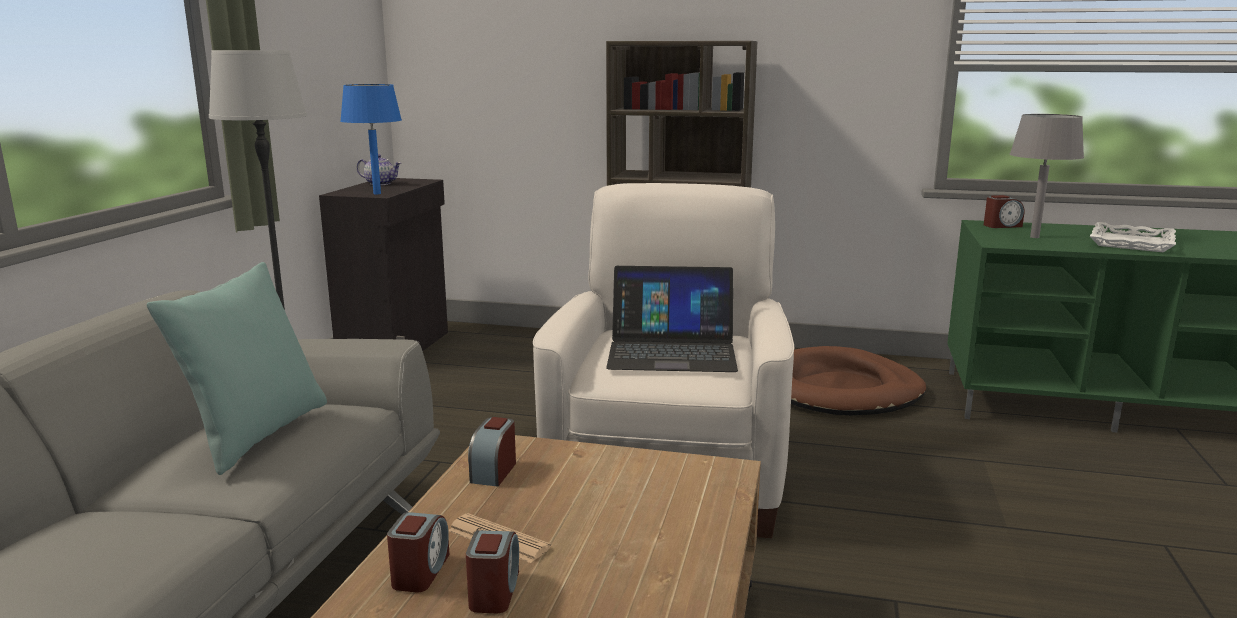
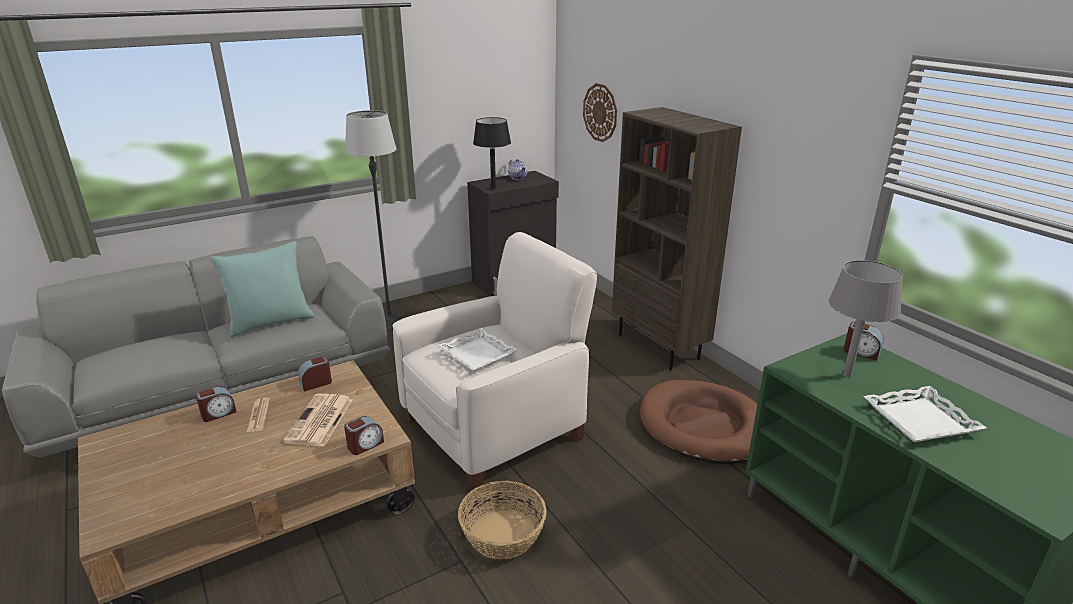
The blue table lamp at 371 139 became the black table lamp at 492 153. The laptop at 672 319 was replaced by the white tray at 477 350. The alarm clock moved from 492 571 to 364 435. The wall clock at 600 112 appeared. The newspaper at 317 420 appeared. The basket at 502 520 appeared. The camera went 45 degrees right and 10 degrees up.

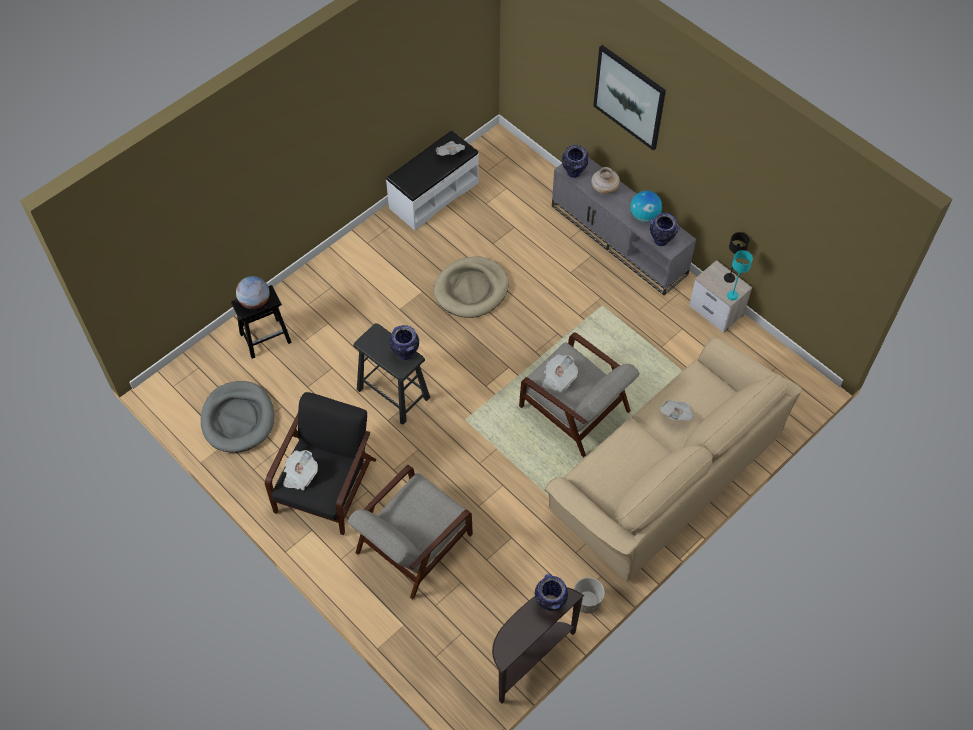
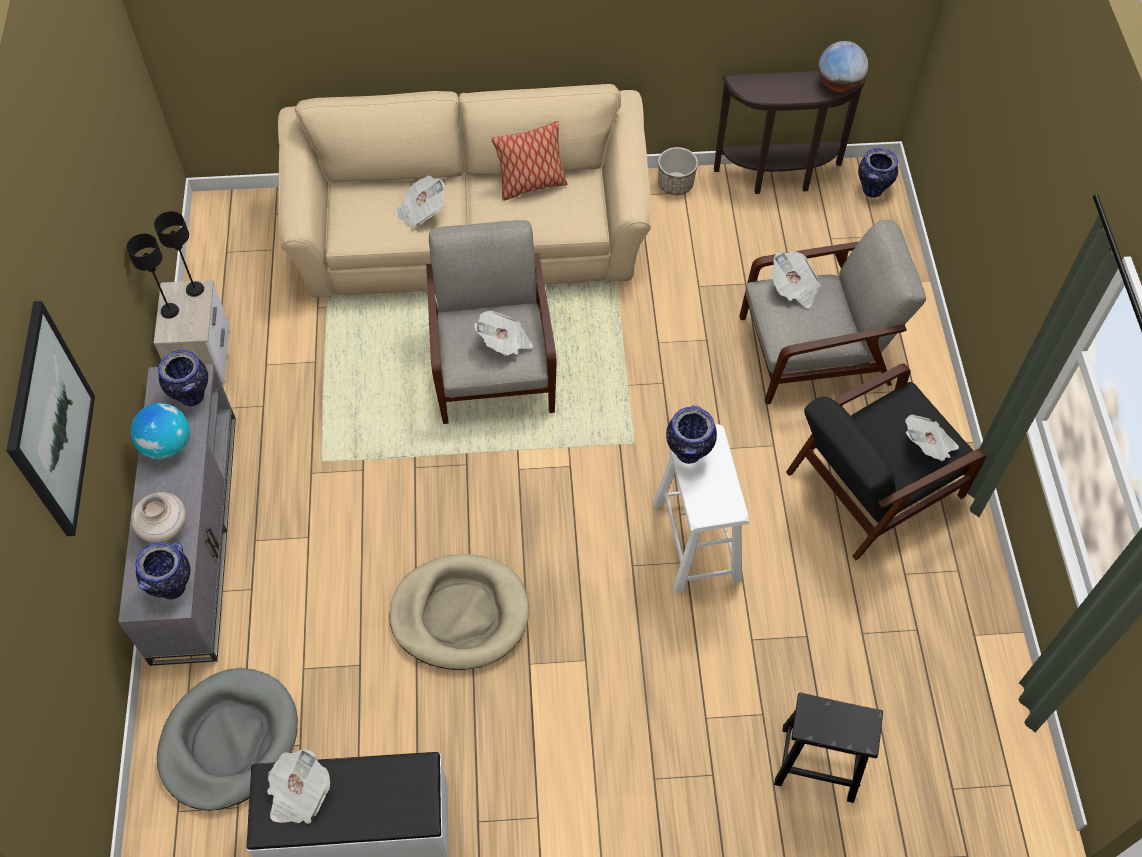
The turquoise table lamp at 740 275 became the black table lamp at 179 254. The globe moved from 253 292 to 843 66. The black stool at 391 374 became the white stool at 701 508. The grey dog bed moved from 238 417 to 227 739. The vase moved from 551 592 to 878 173. The pillow at 529 161 appeared. The newspaper at 795 279 appeared. The camera went 140 degrees left and 0 degrees up.

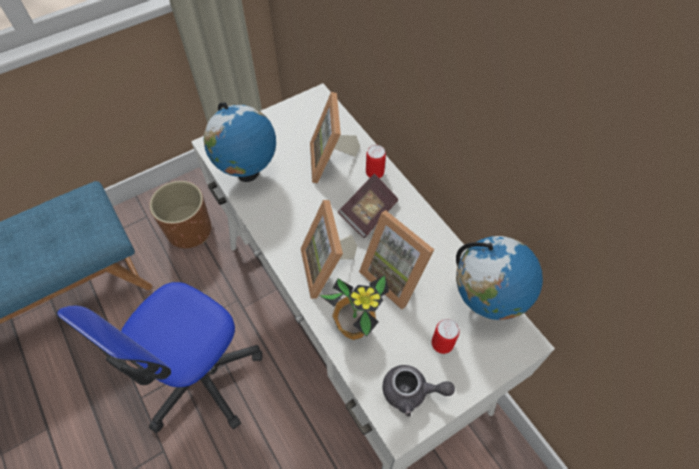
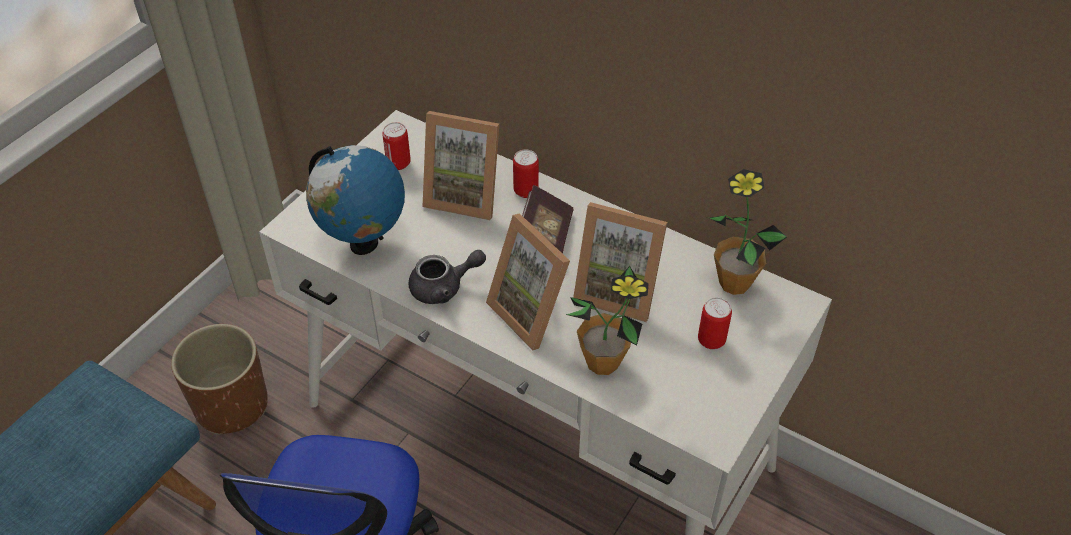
The picture frame at 335 137 turned 45 degrees counterclockwise. The globe at 499 278 was replaced by the potted plant at 748 232. The grey teapot moved from 418 391 to 447 277. The can at 396 146 appeared. The camera went 25 degrees left and 10 degrees down.

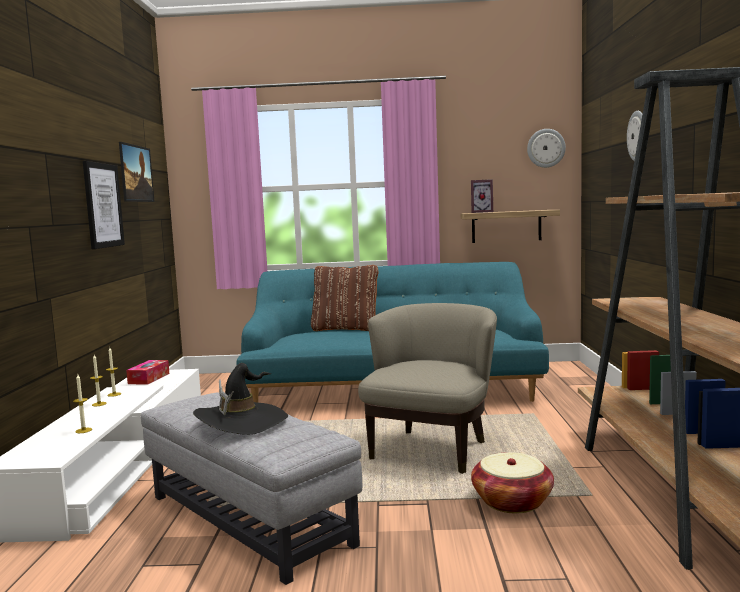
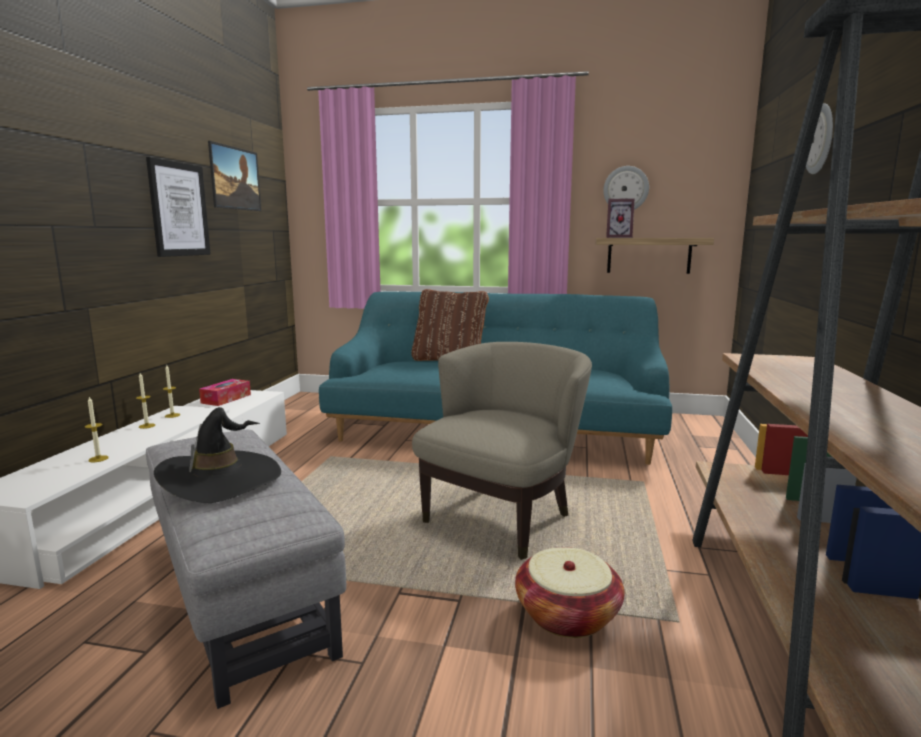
The wall clock moved from 546 148 to 626 188. The camera went 10 degrees right and 5 degrees up.

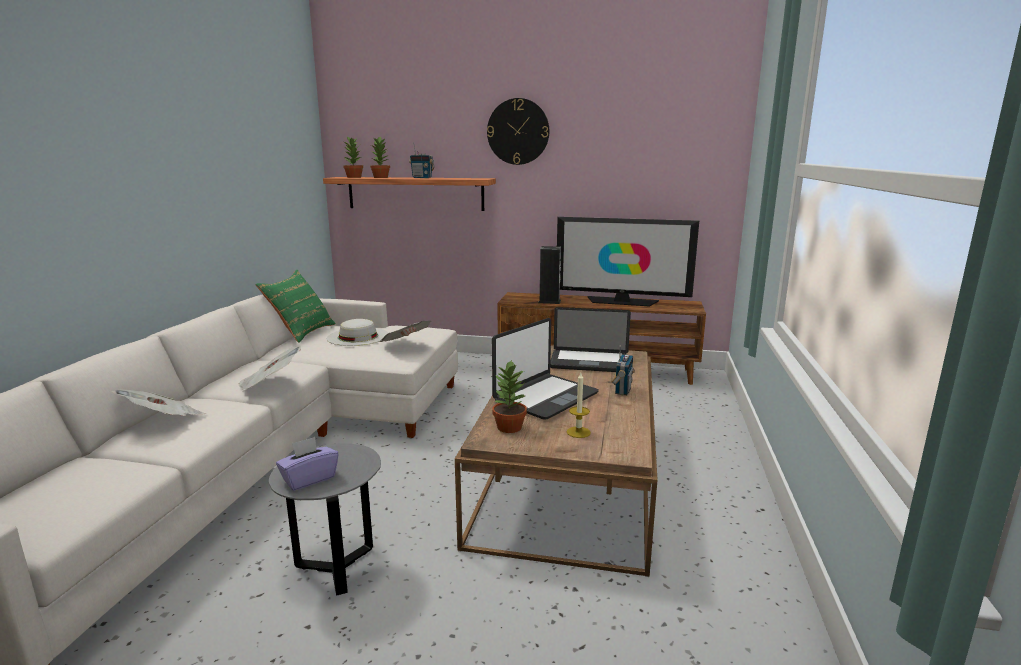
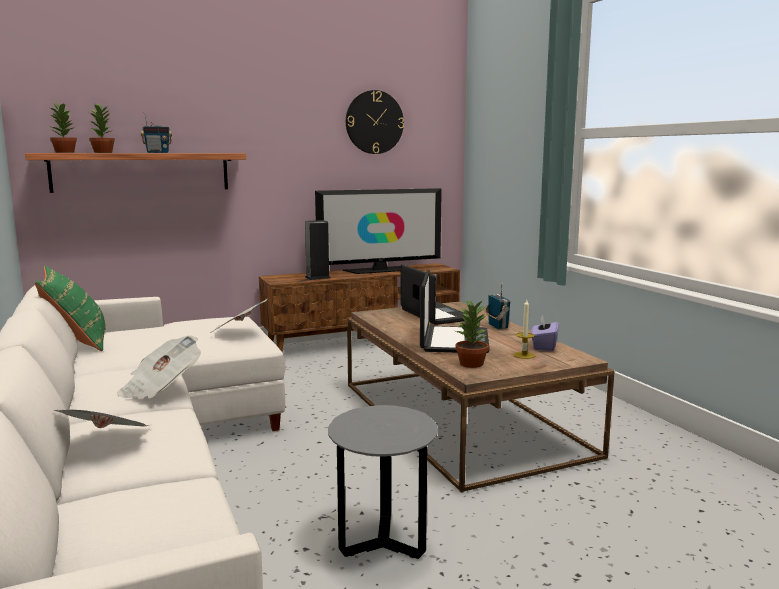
The wall clock moved from 518 131 to 375 122. The laptop at 590 339 turned 90 degrees counterclockwise. The white hat at 357 332 disappeared. The purple tissue box moved from 307 464 to 545 333. The camera went 35 degrees left and 5 degrees down.

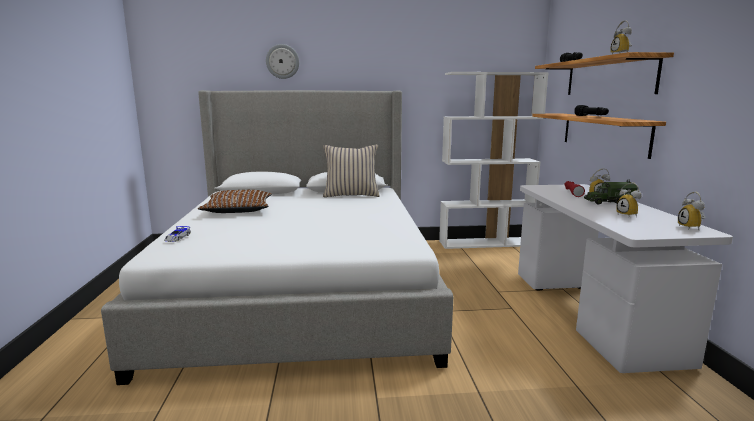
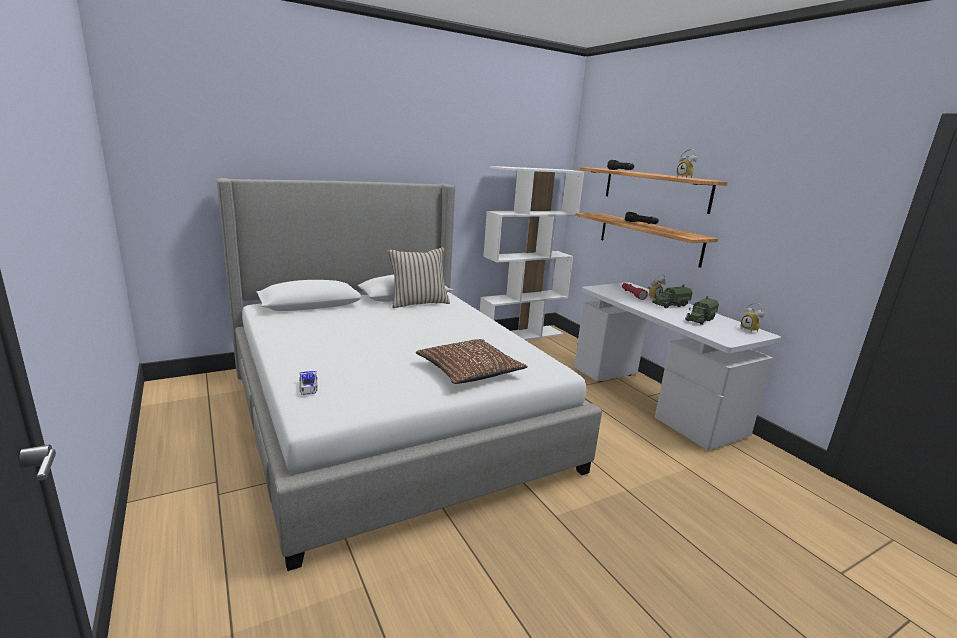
The wall clock at 282 61 disappeared. The alarm clock at 628 200 was replaced by the toy truck at 702 310. The brown pillow moved from 235 201 to 472 361. The camera went 25 degrees left and 5 degrees up.

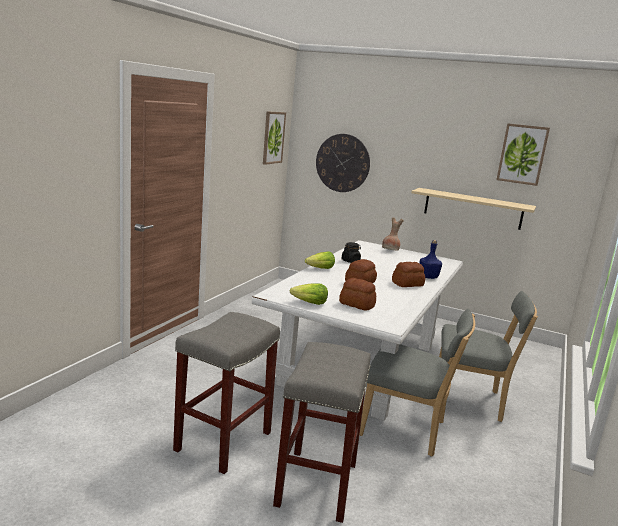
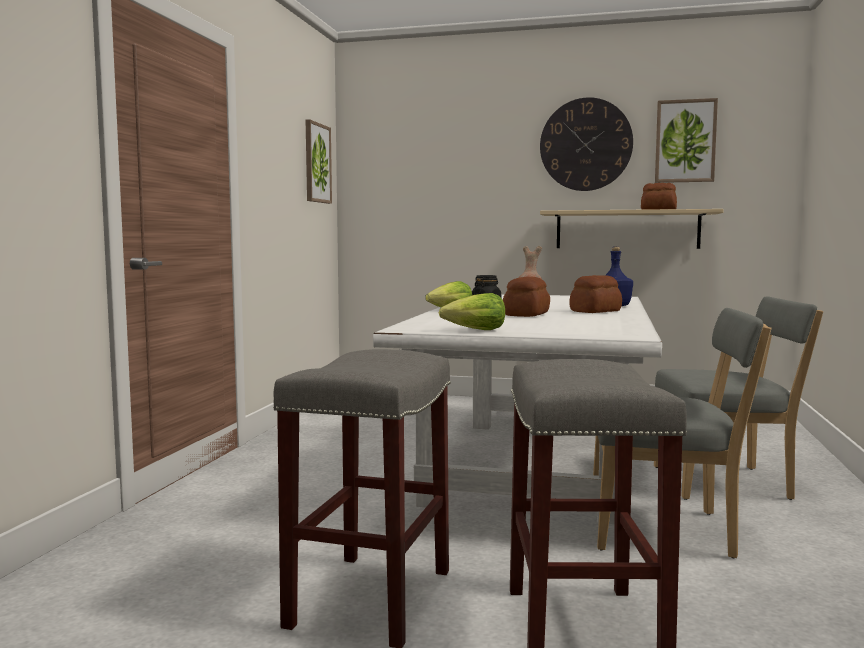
The wall clock moved from 343 163 to 586 144. The bread moved from 357 294 to 659 196. The camera went 10 degrees left and 10 degrees down.

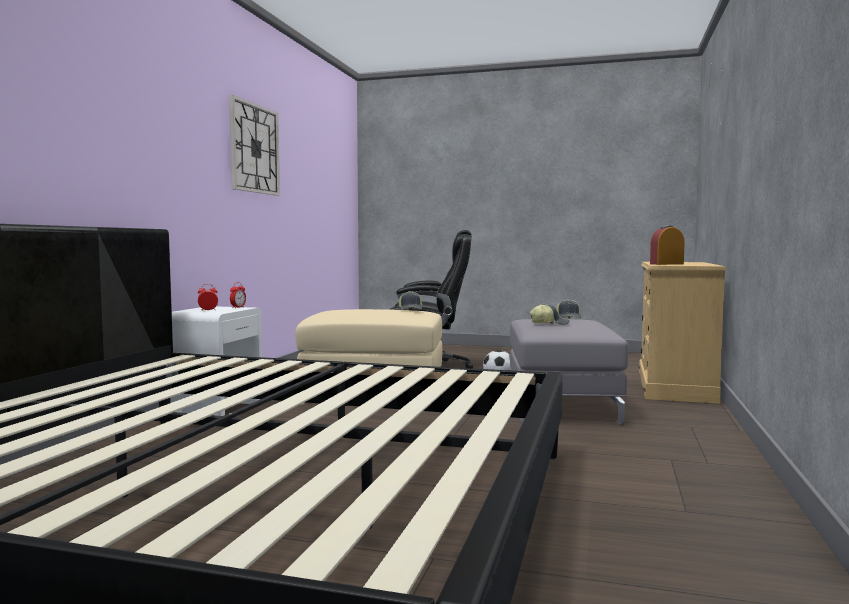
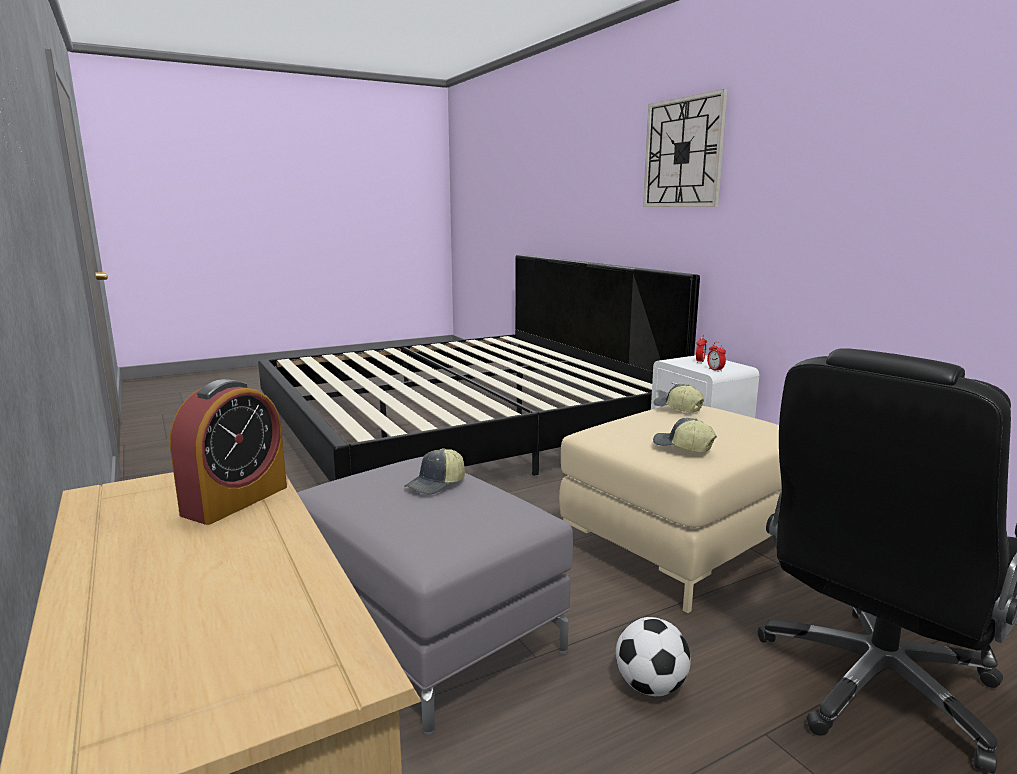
The wall clock moved from 254 145 to 685 148. The cap moved from 568 309 to 679 398. The camera went 135 degrees right and 10 degrees up.

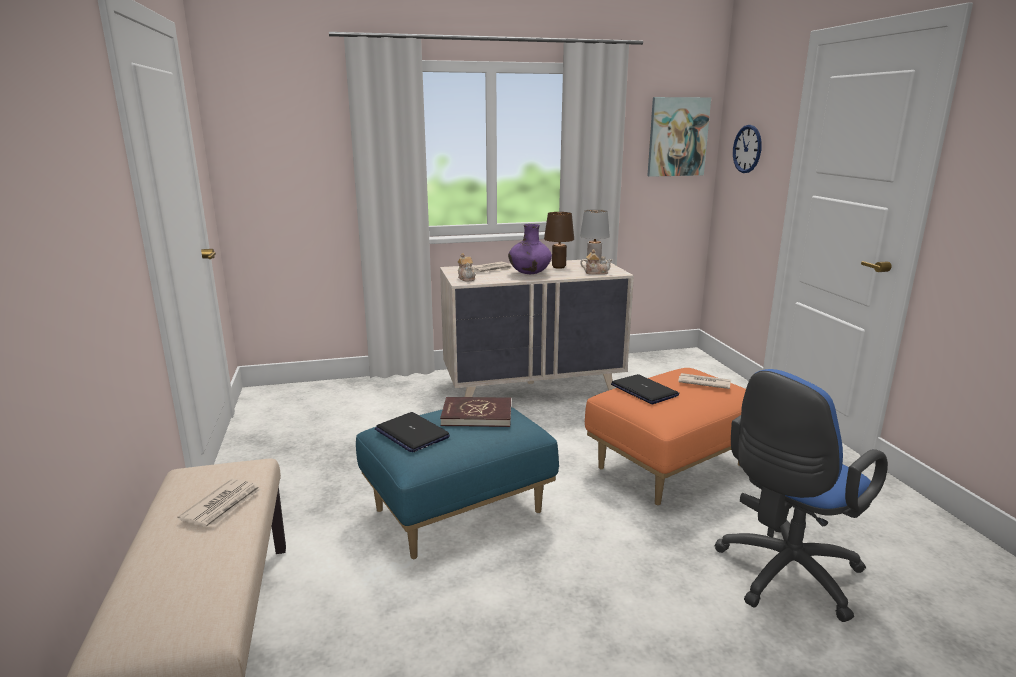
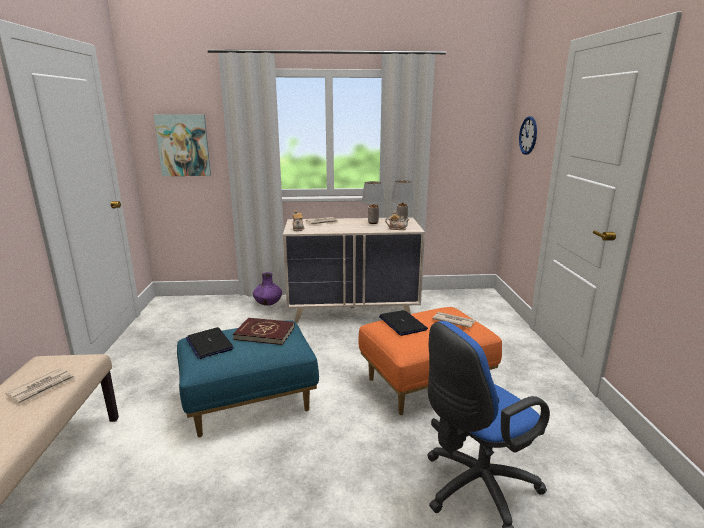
The picture moved from 679 137 to 182 145. The brown table lamp at 559 240 became the grey table lamp at 373 202. The purple vase moved from 530 249 to 267 289. The camera went 10 degrees right and 0 degrees up.

